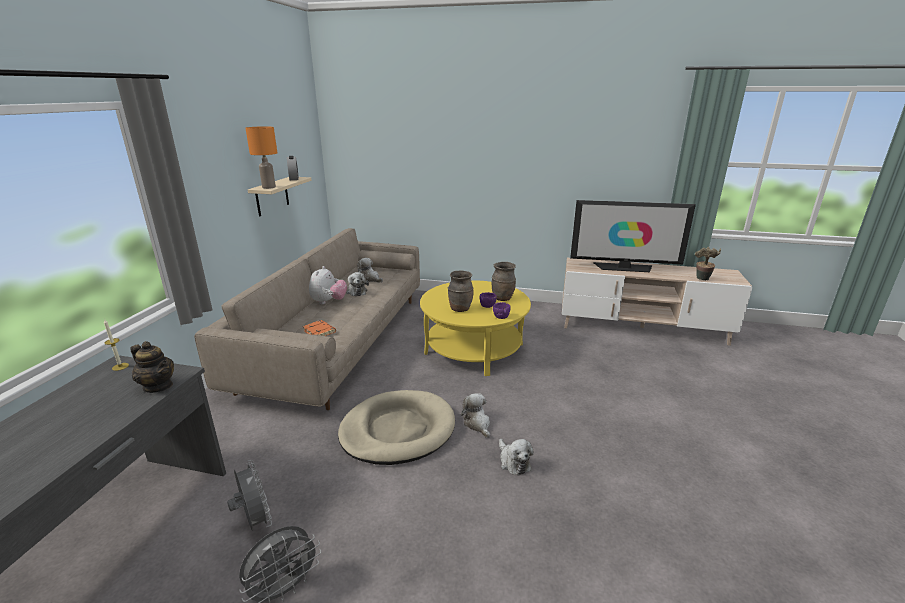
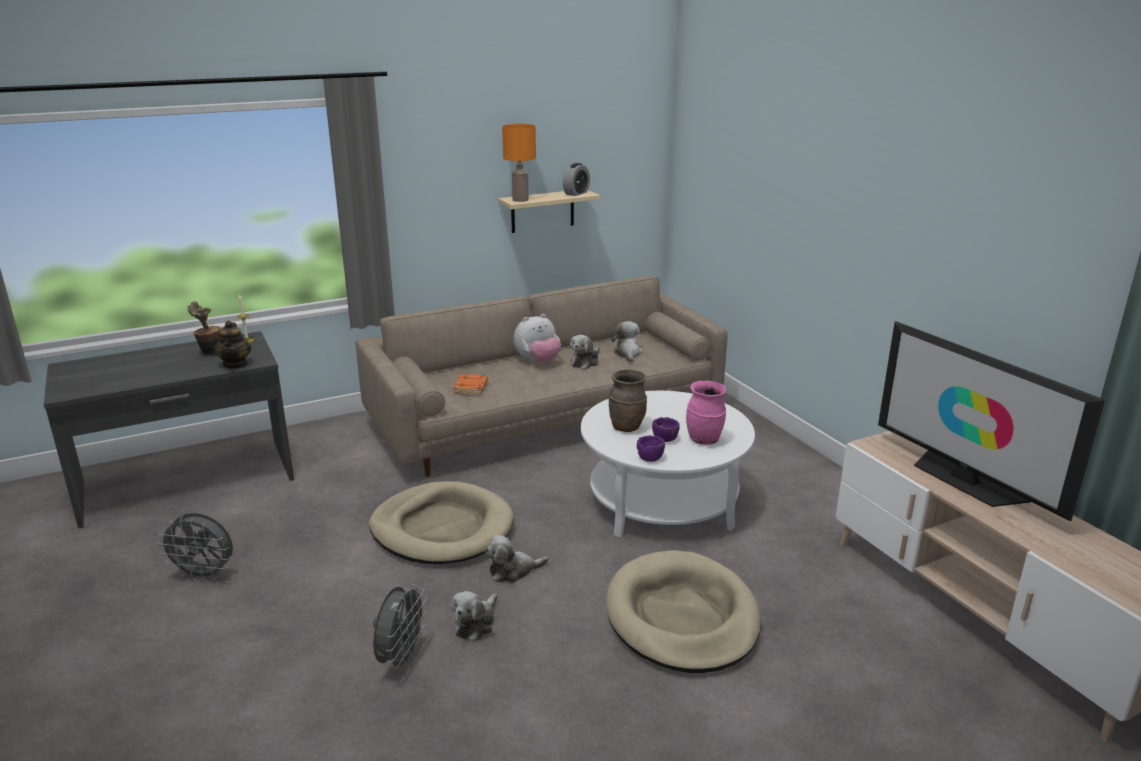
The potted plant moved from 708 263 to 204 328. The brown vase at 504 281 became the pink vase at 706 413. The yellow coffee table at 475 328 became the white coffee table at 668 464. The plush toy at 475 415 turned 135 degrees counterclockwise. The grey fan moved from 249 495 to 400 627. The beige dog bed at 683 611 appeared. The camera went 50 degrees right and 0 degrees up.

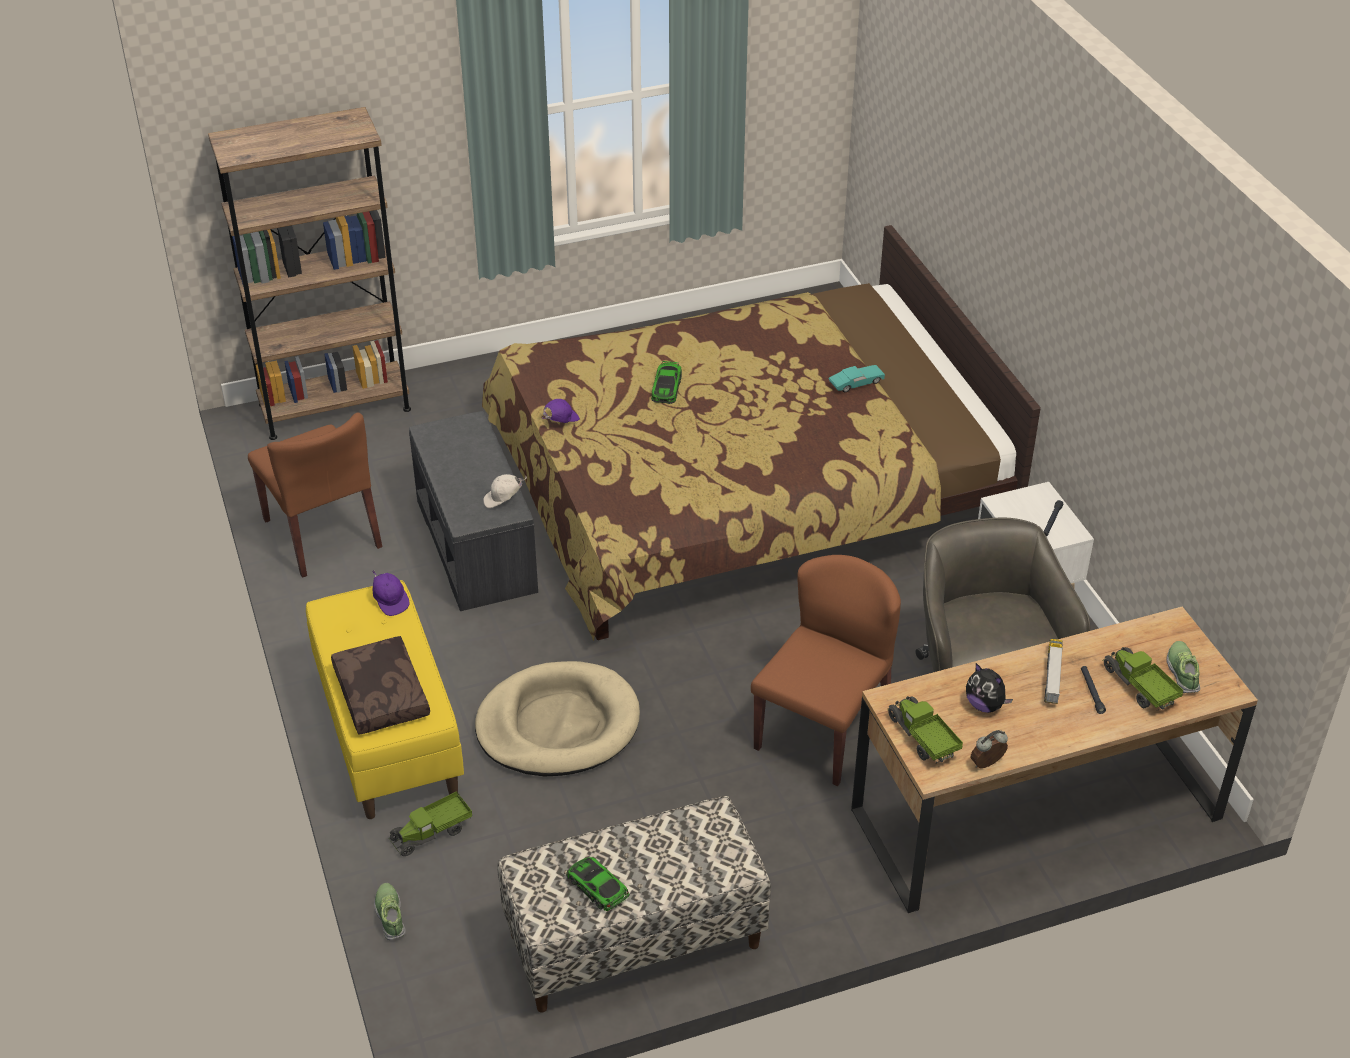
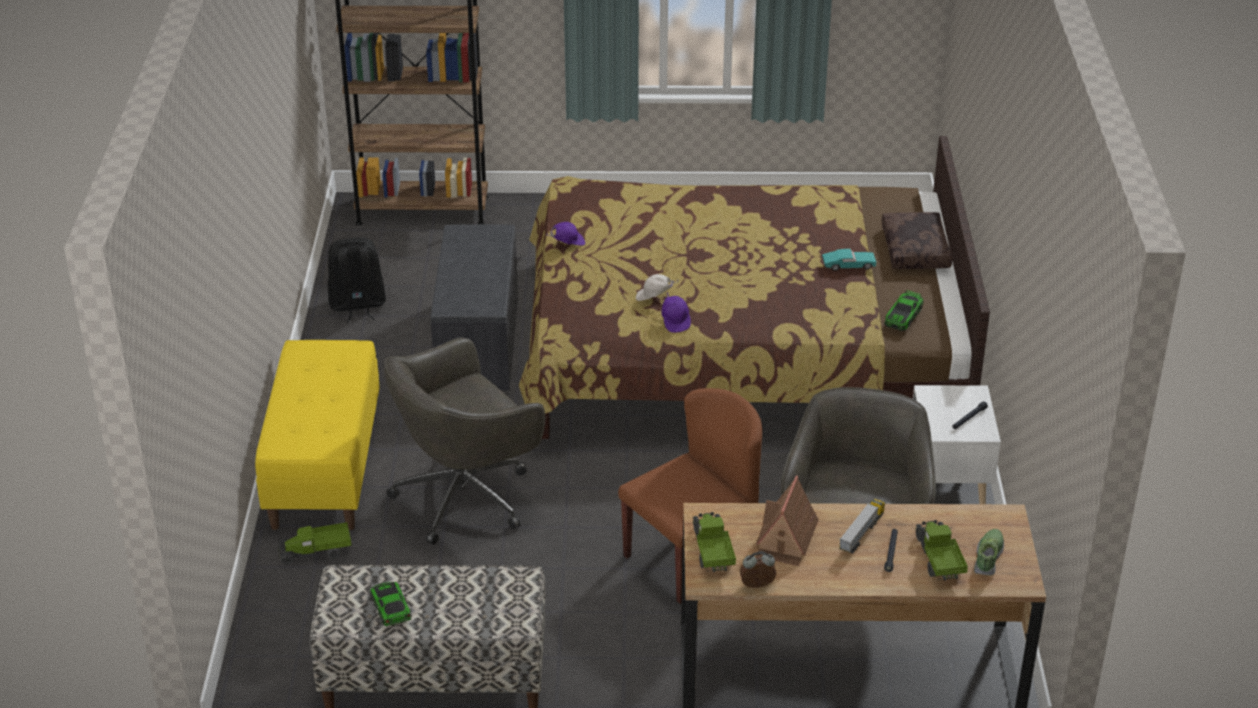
The toy car moved from 666 382 to 903 310. The brown chair at 315 495 was replaced by the black backpack at 357 280. The white cap moved from 505 491 to 657 287. The purple cap moved from 390 593 to 676 312. The brown pillow moved from 380 685 to 916 240. The beige dog bed at 557 719 was replaced by the grey office chair at 464 441. The plush toy at 989 688 was replaced by the toy house at 787 521. The shoe at 390 911 disappeared. The camera went 20 degrees right and 5 degrees down.

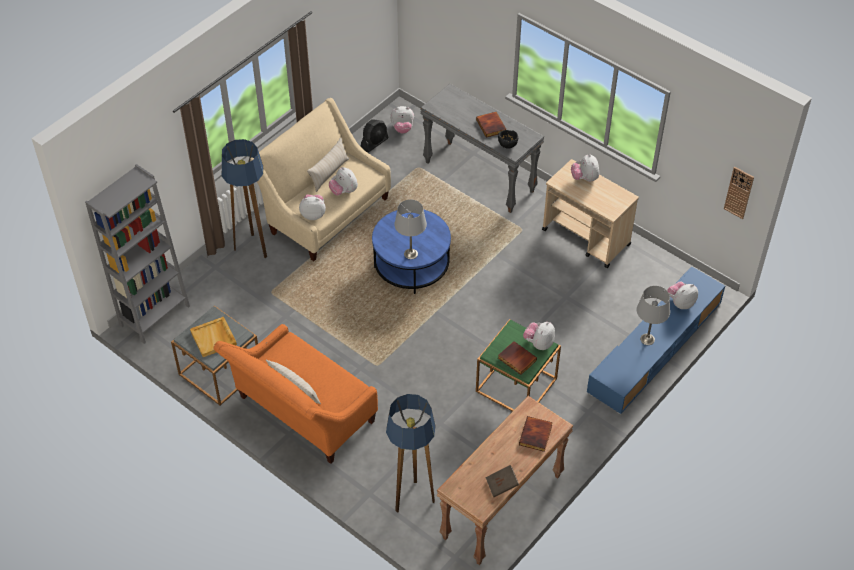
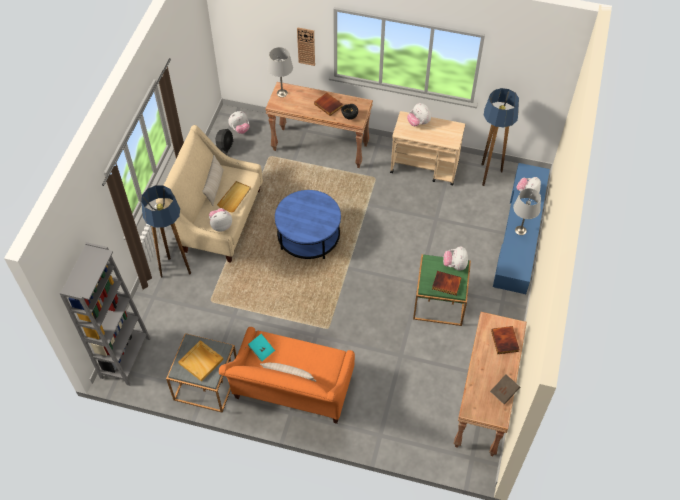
The grey console table at 482 148 became the brown console table at 319 125. The plush toy at 343 181 was replaced by the beige tray at 234 197. The wall clock moved from 739 193 to 306 46. The grey table lamp moved from 410 229 to 280 72. The floor lamp moved from 410 453 to 500 137. The turquoise book at 261 348 appeared. The camera went 25 degrees left and 5 degrees up.

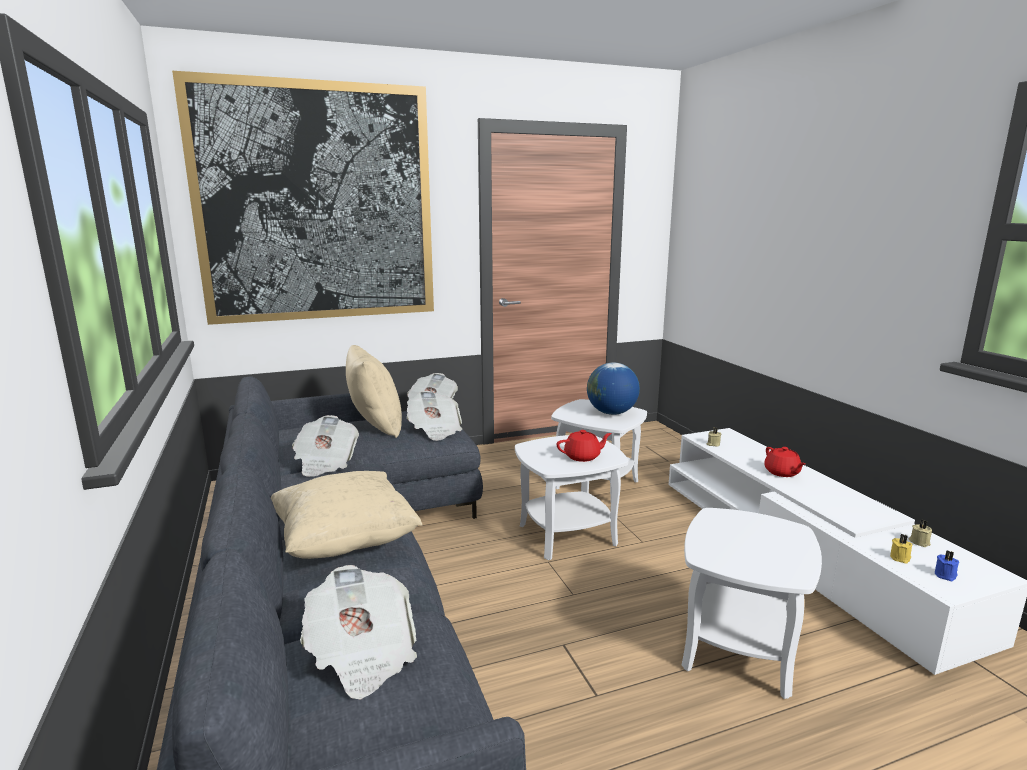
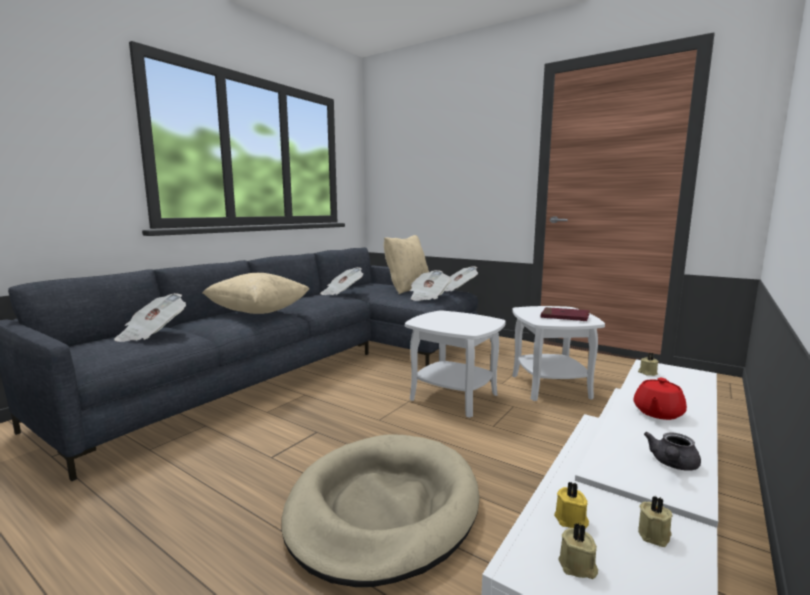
The picture at 303 198 disappeared. The globe at 613 389 was replaced by the red book at 565 314. The red teapot at 584 446 disappeared. The white side table at 752 603 was replaced by the beige dog bed at 380 511. The blue candle at 947 565 became the beige candle at 578 551. The grey teapot at 672 451 appeared. The camera went 55 degrees right and 5 degrees down.

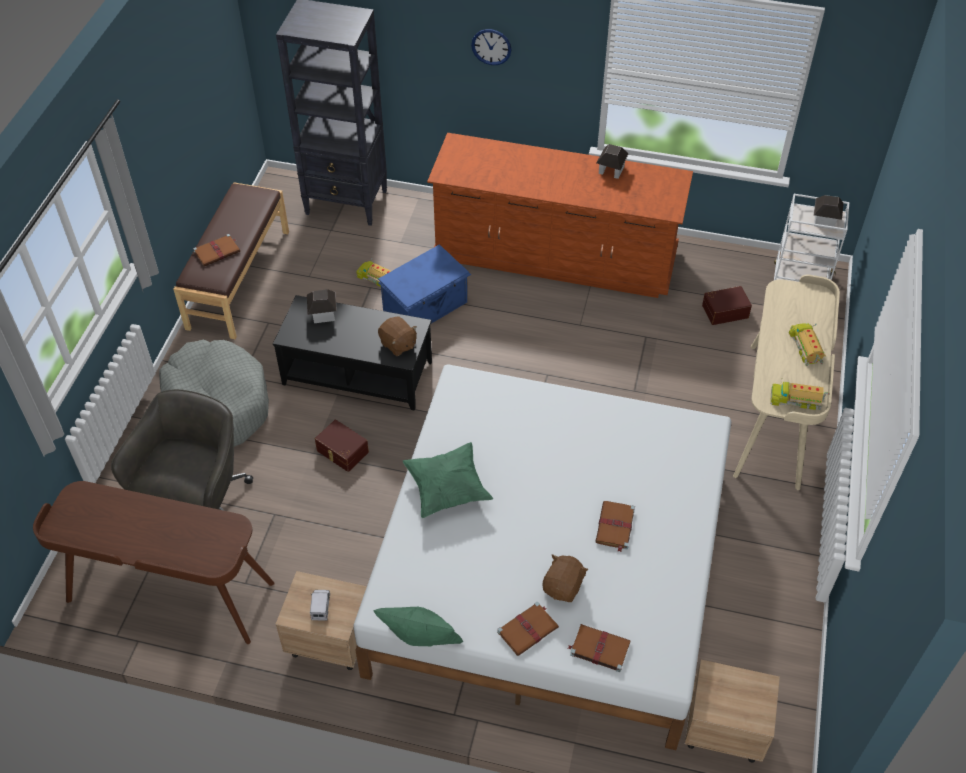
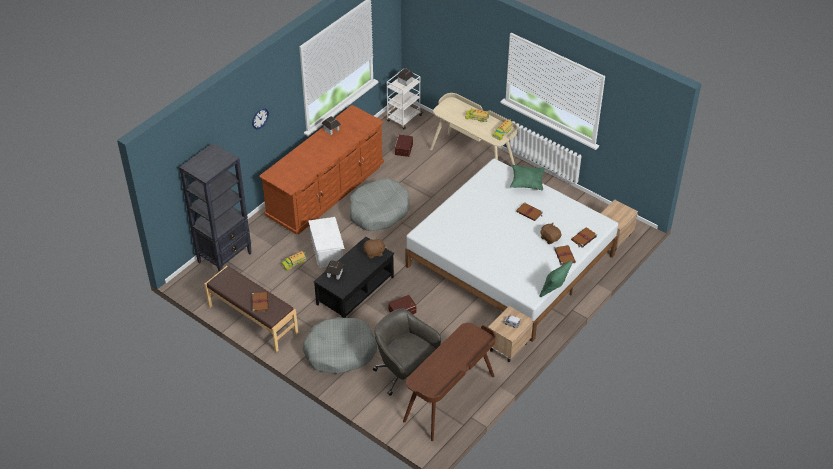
The blue storage box at 424 284 became the white storage box at 326 242. The green pillow moved from 448 480 to 527 177. The grey dog bed at 380 205 appeared. The camera went 65 degrees left and 5 degrees down.

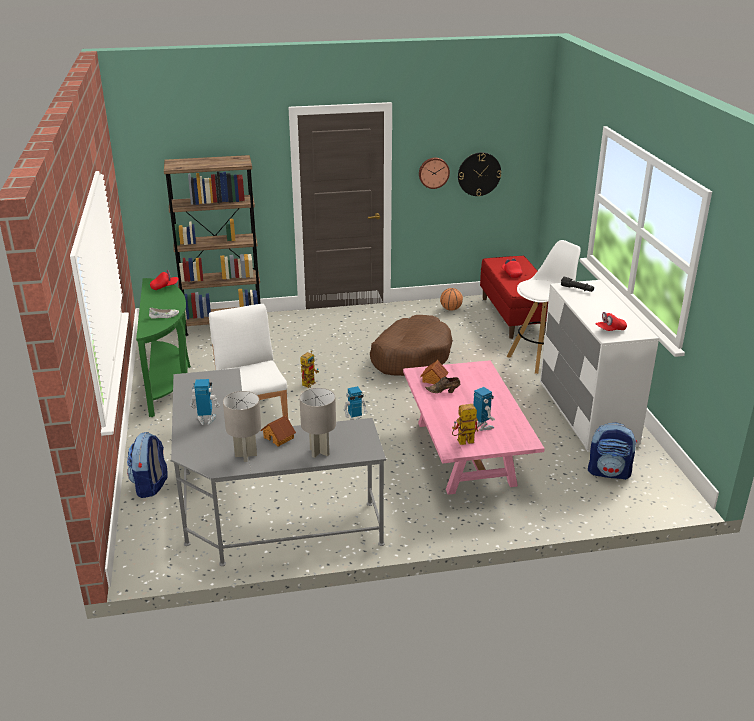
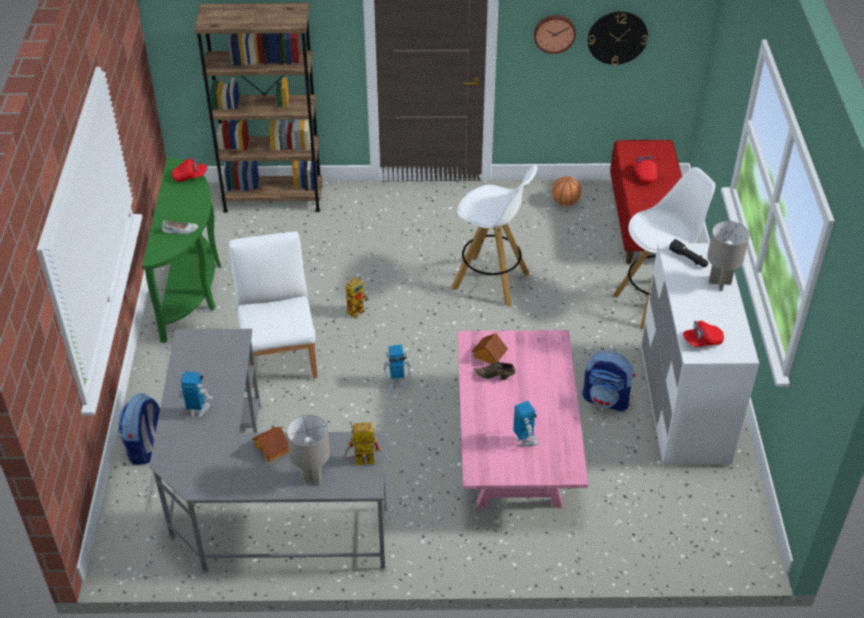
The brown dog bed at 411 345 was replaced by the white stool at 494 236. The grey table lamp moved from 242 426 to 728 256. The toy robot moved from 465 424 to 362 443. The backpack moved from 612 451 to 608 381. The camera went 10 degrees right and 15 degrees up.

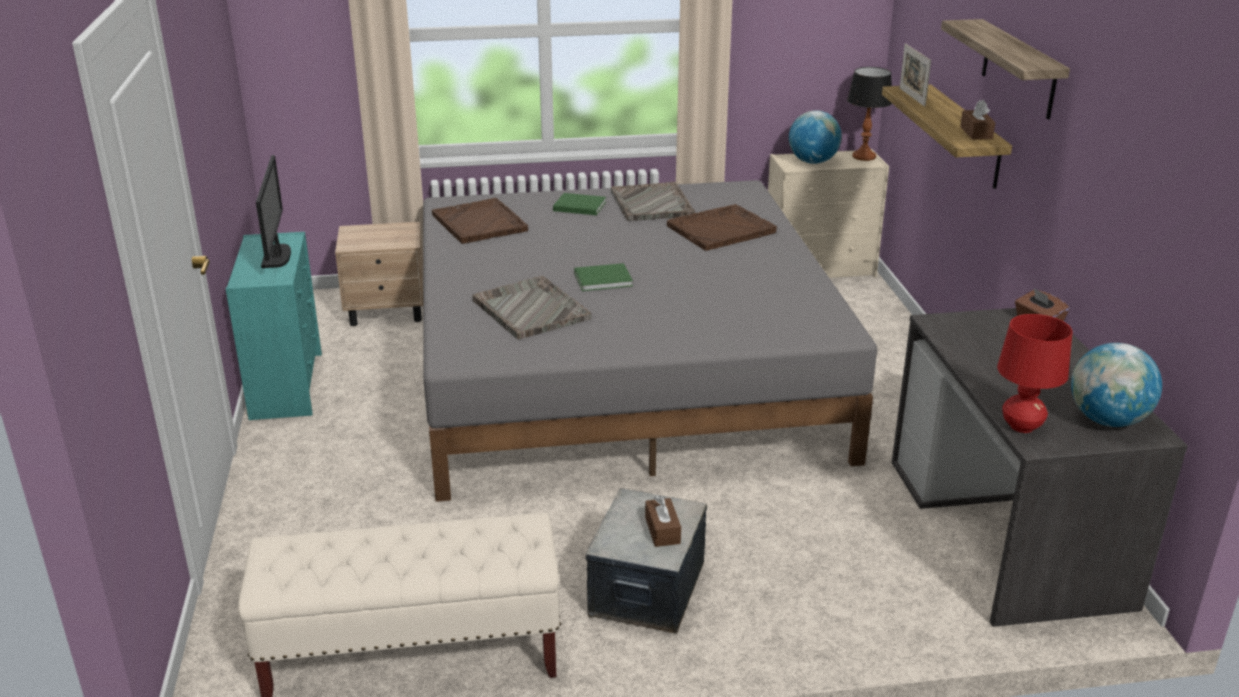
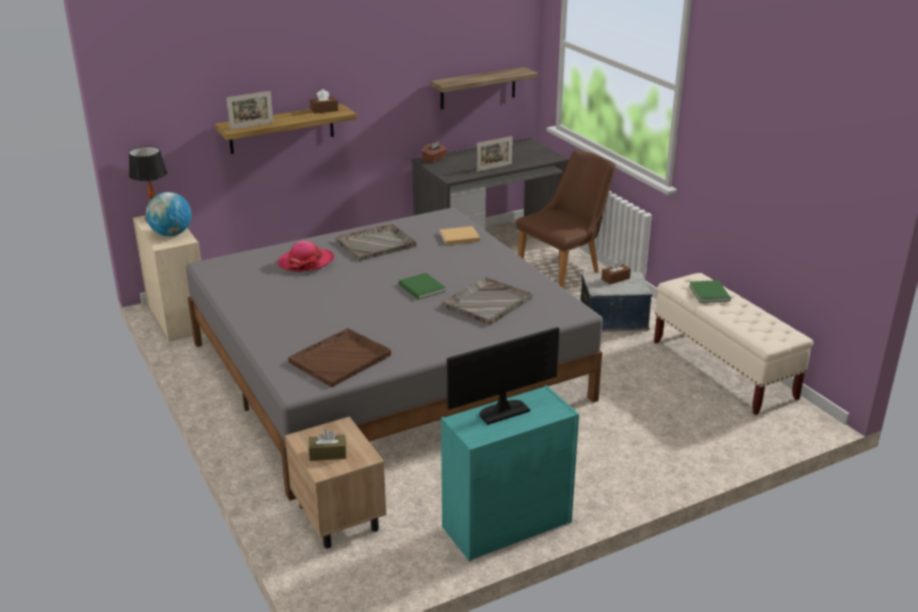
The shelf moved from 1005 69 to 483 88. The grey tray moved from 653 201 to 376 242. The green book moved from 579 204 to 710 291. The brown tray at 722 227 was replaced by the hat at 305 256. The red table lamp at 1035 373 disappeared. The globe at 1116 385 disappeared. The picture frame at 495 154 appeared. The brown chair at 566 219 appeared. The beige book at 459 235 appeared. The brown tissue box at 327 445 appeared. The camera went 110 degrees left and 0 degrees up.

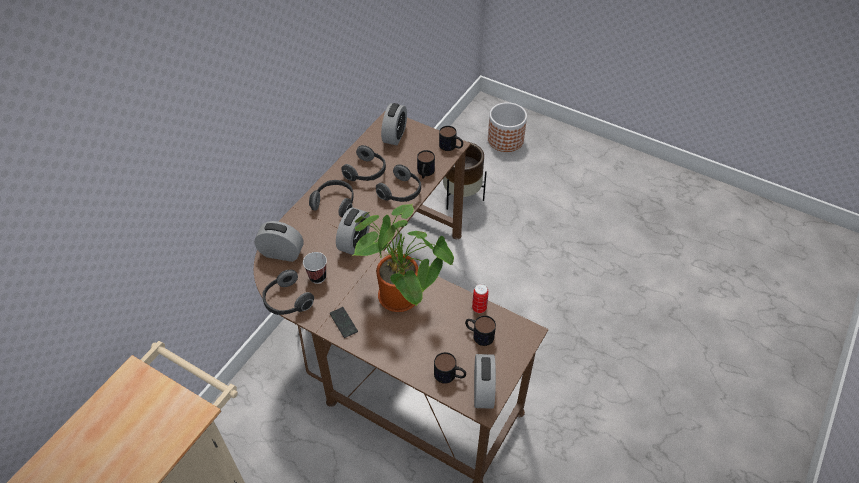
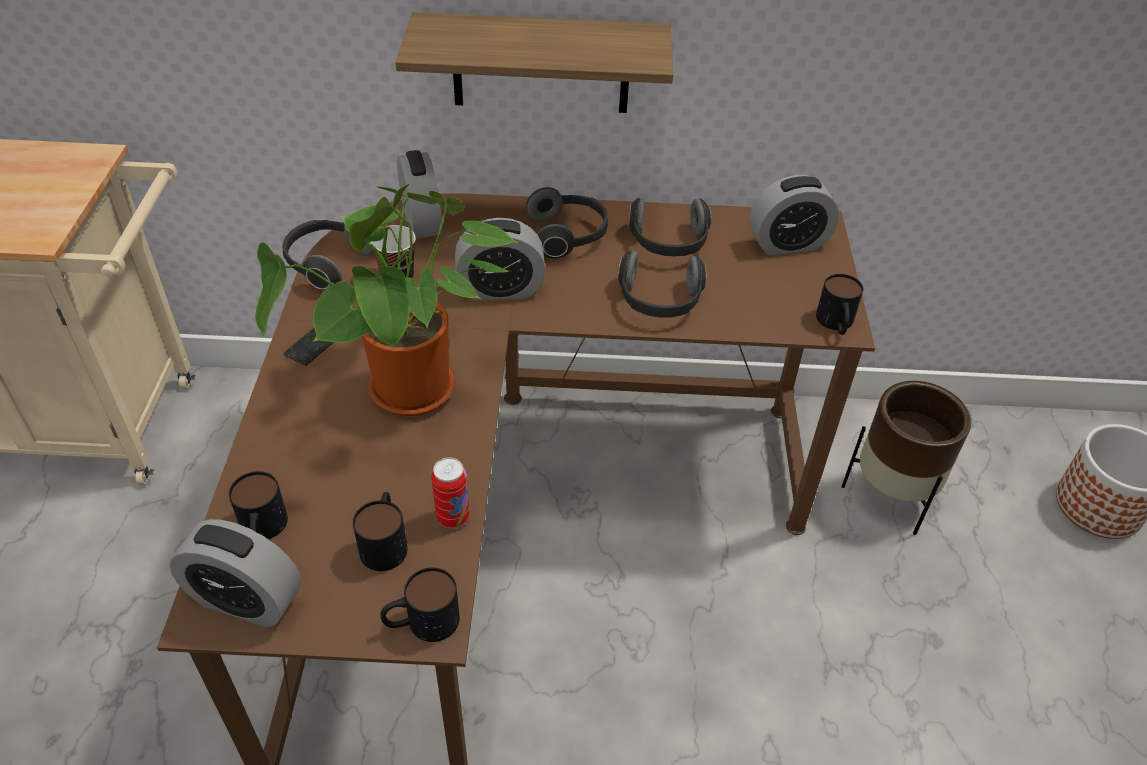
The mug moved from 426 164 to 420 604. The alarm clock at 485 381 turned 45 degrees clockwise. The shelf at 534 62 appeared. The camera went 60 degrees right and 5 degrees down.

